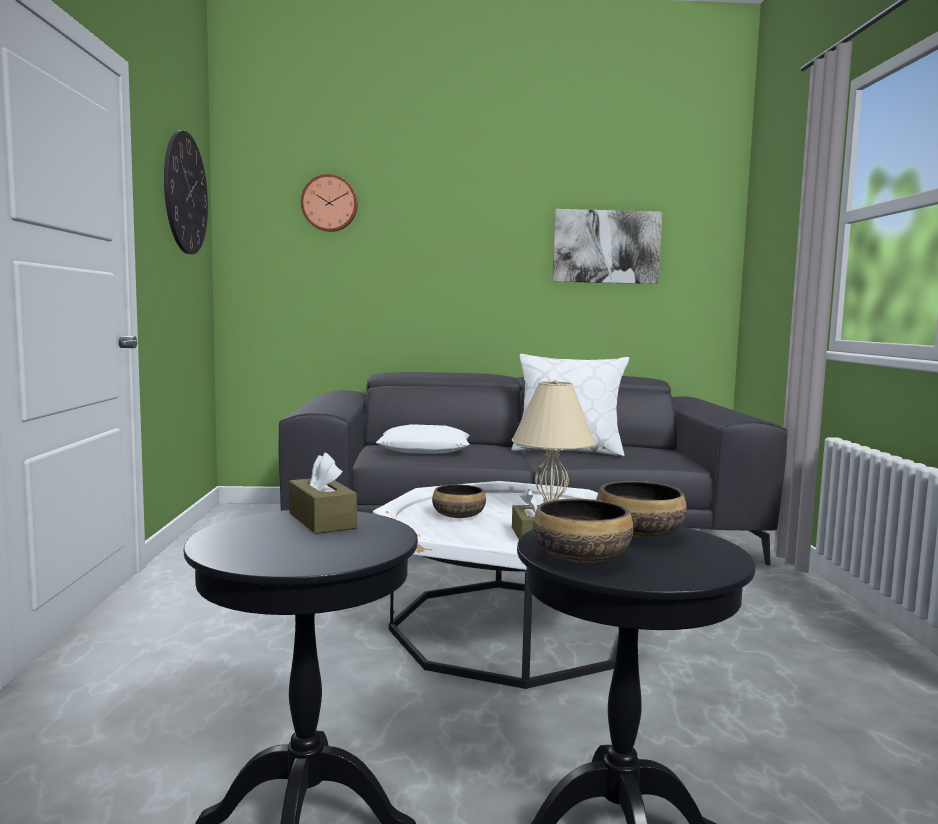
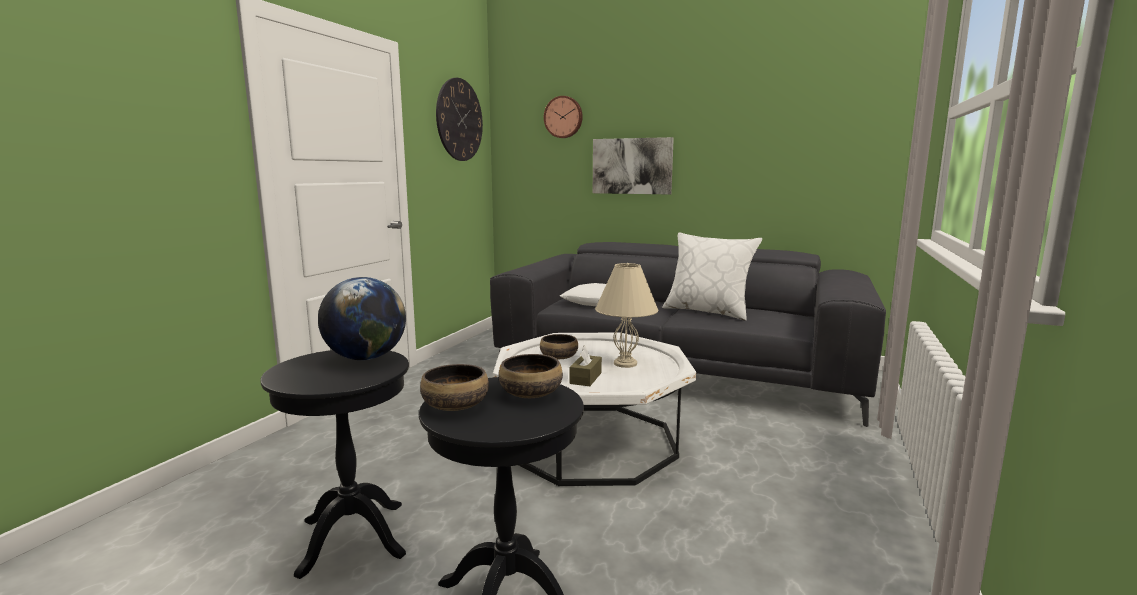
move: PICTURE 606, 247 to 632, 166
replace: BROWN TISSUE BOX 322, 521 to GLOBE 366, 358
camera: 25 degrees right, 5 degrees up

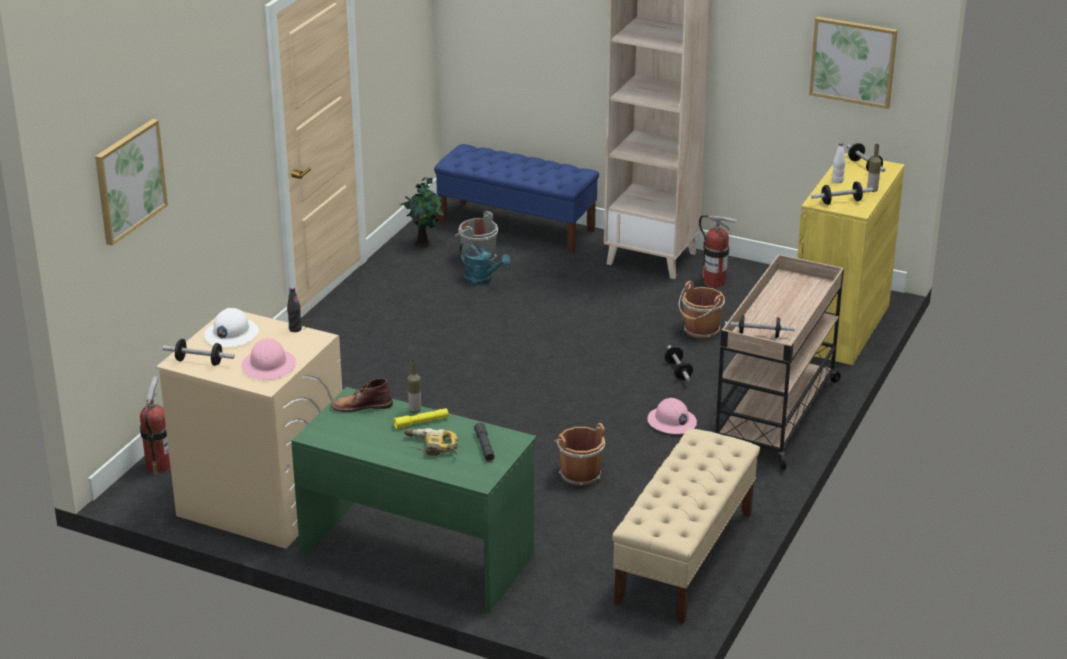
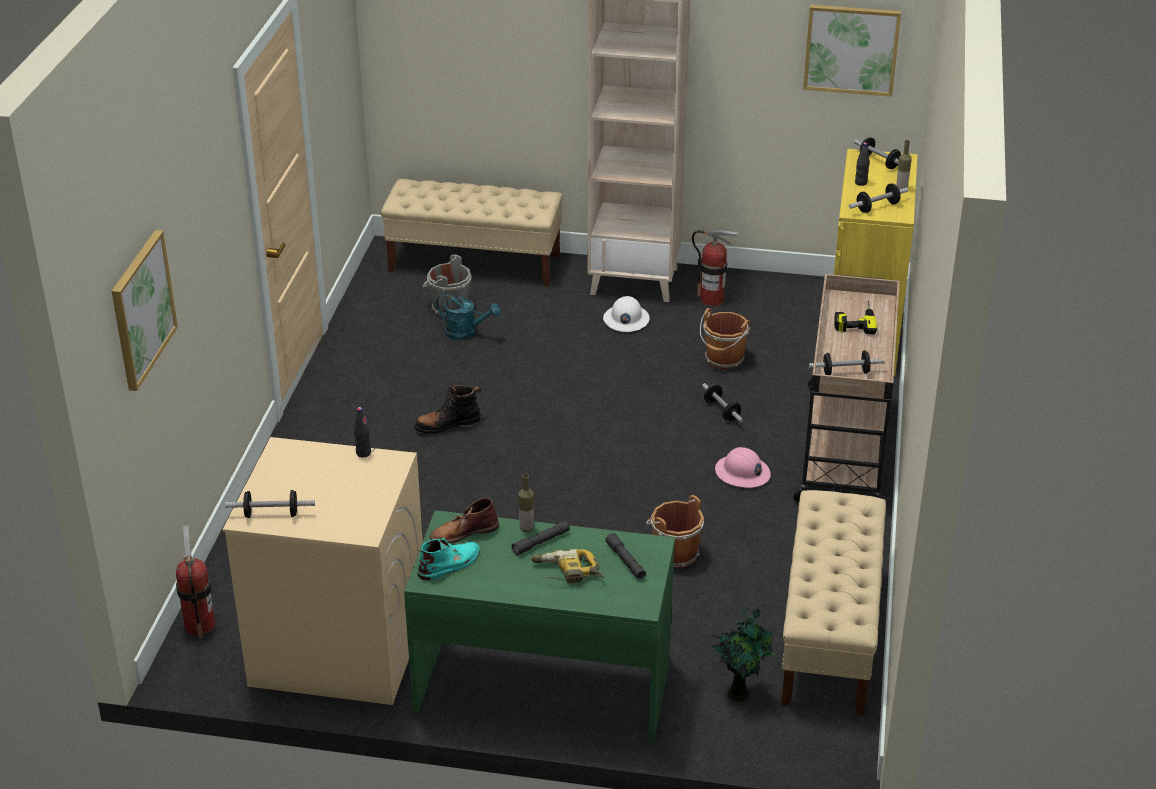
delete: PINK HARD HAT 269, 366
insert: BLACK BOOT 447, 425; TURQUOISE BOOT 450, 564; POWER DRILL 854, 320
move: WHITE HARD HAT 231, 335 to 626, 319; POTTED PLANT 424, 243 to 739, 692
recolor: BLUE BENCH 517, 227 to BEIGE BENCH 475, 263; YELLOW FLASHLIGHT 421, 422 to GREY FLASHLIGHT 541, 542; WHITE BOTTLE 837, 181 to BLACK BOTTLE 861, 183
camera: 15 degrees left, 5 degrees up

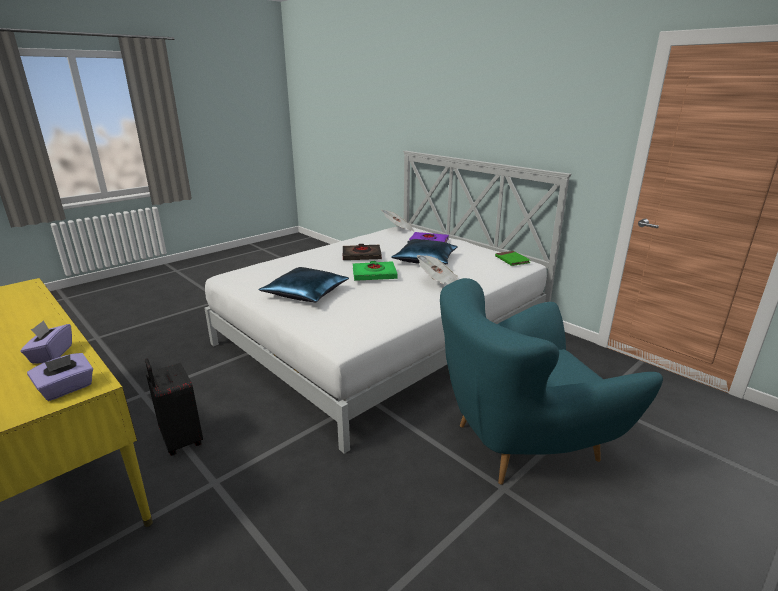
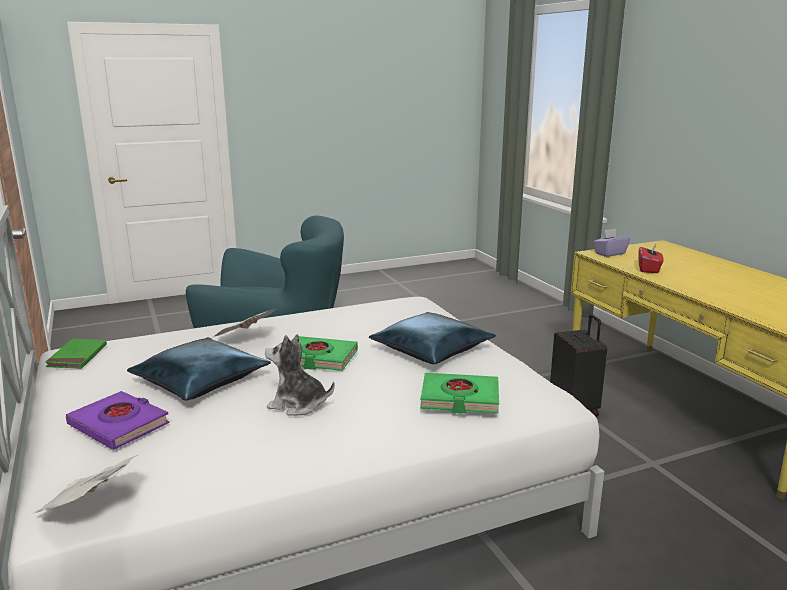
insert: GREEN BOOK 459, 398
replace: BLACK BOOK 361, 255 to PLUSH TOY 298, 404
recolor: PURPLE TISSUE BOX 51, 354 to RED TISSUE BOX 649, 269
camera: 160 degrees left, 5 degrees down

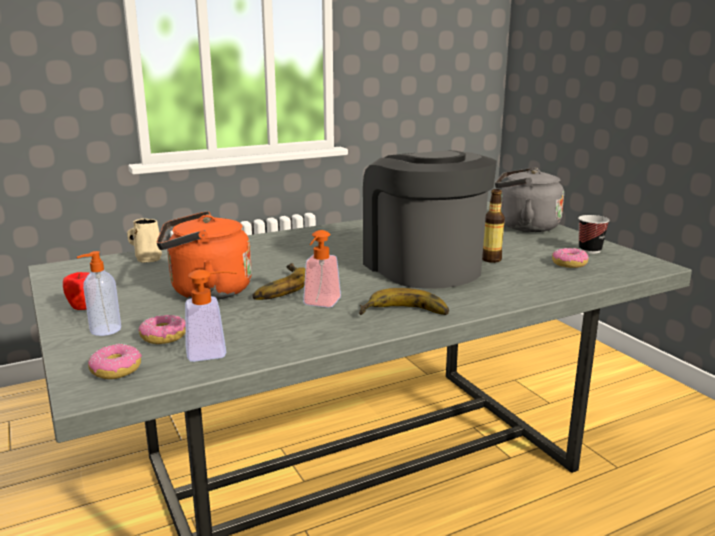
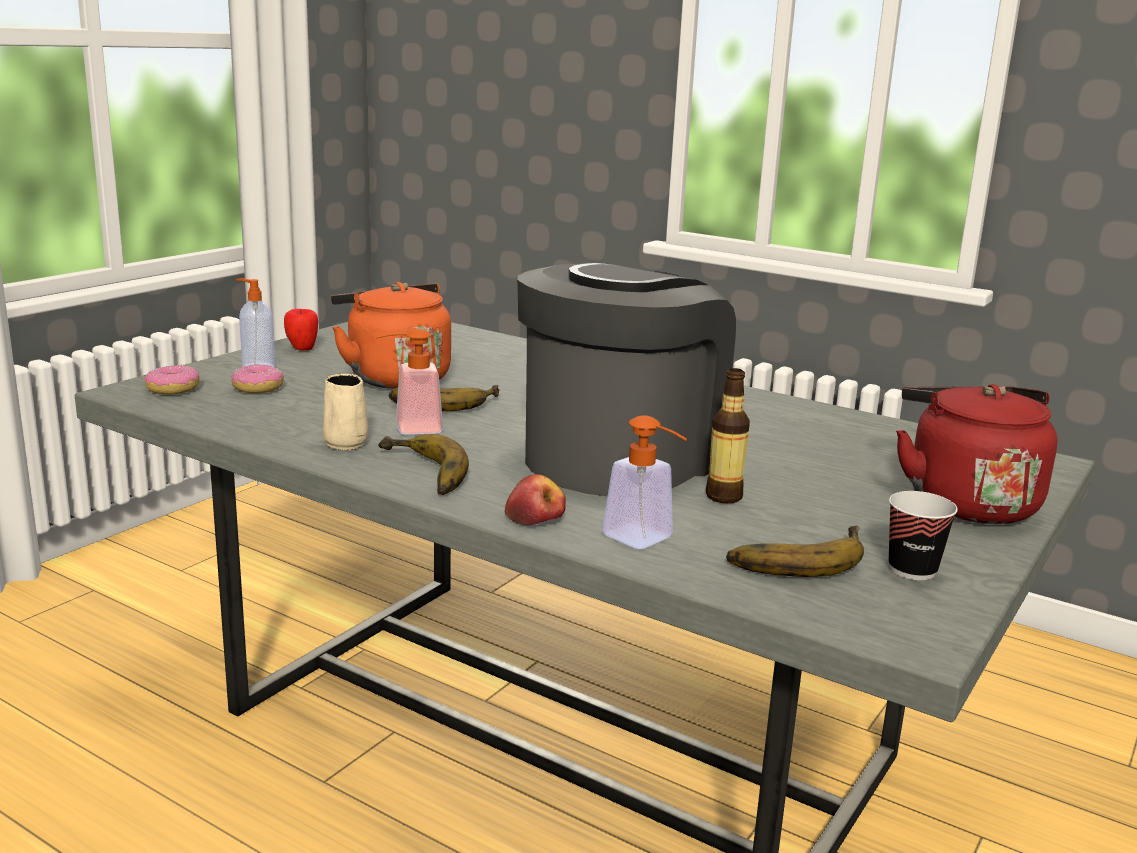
insert: APPLE 535, 516
move: BEIGE MUG 147, 259 to 345, 442; SOAP DISPENSER 214, 352 to 646, 541
replace: DONUT 569, 264 to BANANA 794, 557
recolor: GREY KETTLE 524, 226 to RED KETTLE 966, 502
camera: 60 degrees right, 0 degrees up

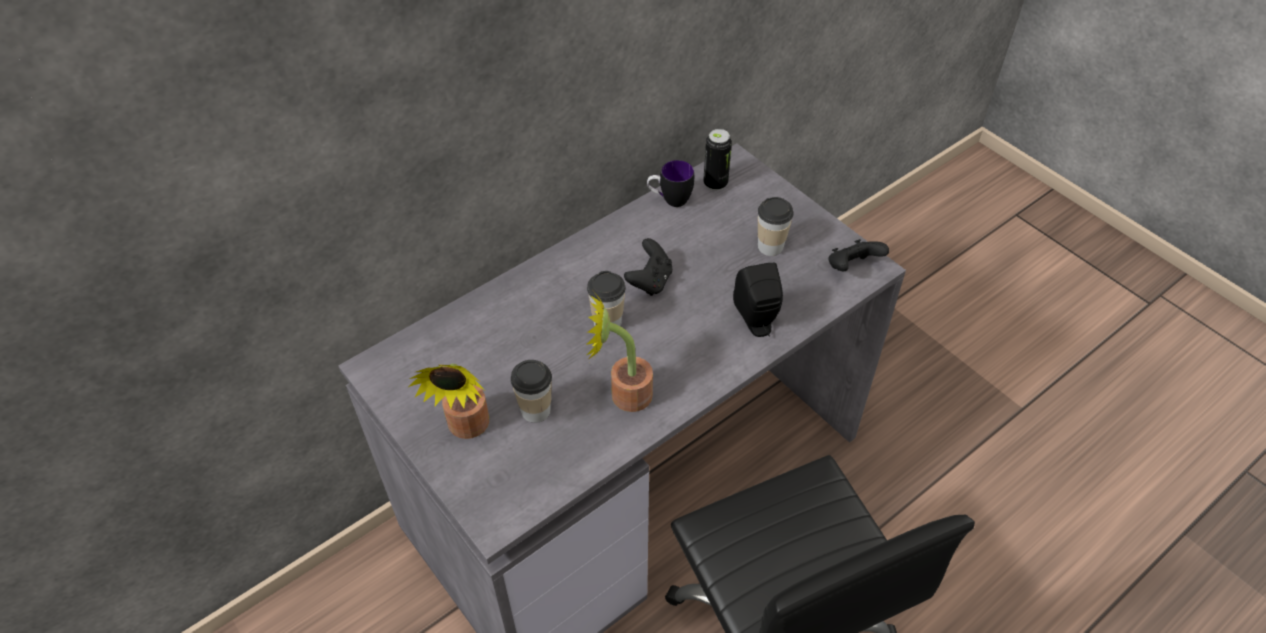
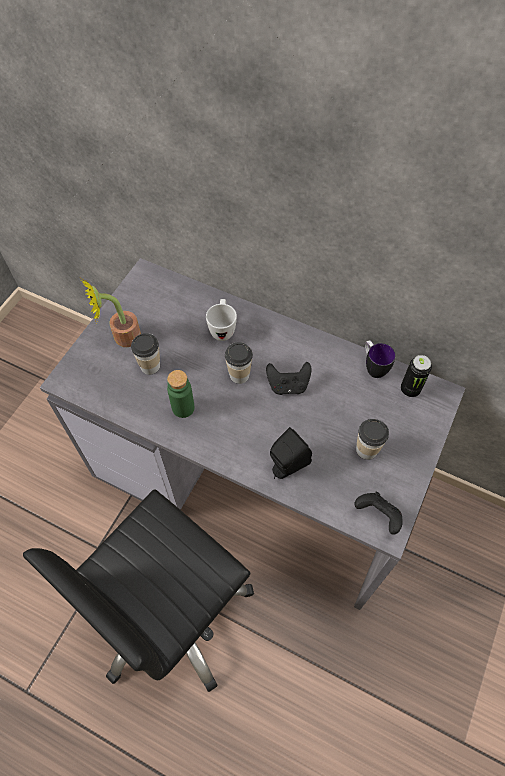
insert: WHITE MUG 222, 329
replace: POTTED PLANT 622, 394 to GREEN BOTTLE 183, 408
camera: 65 degrees right, 10 degrees up

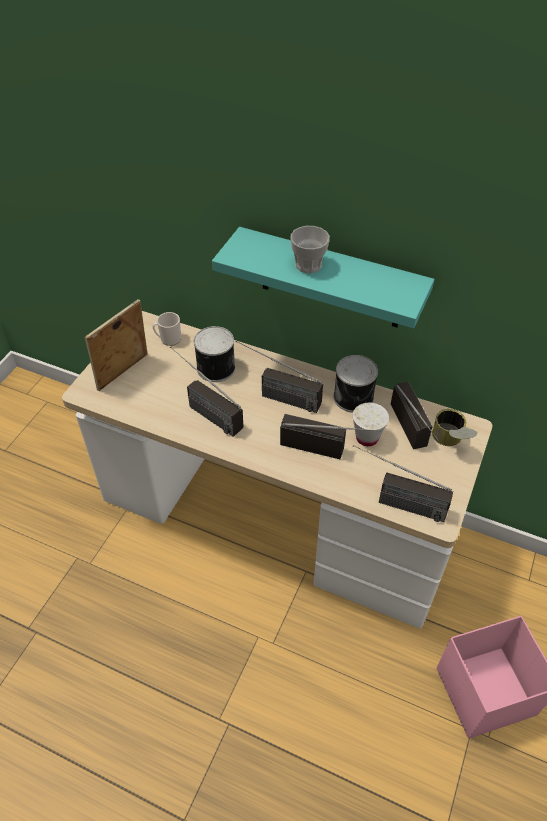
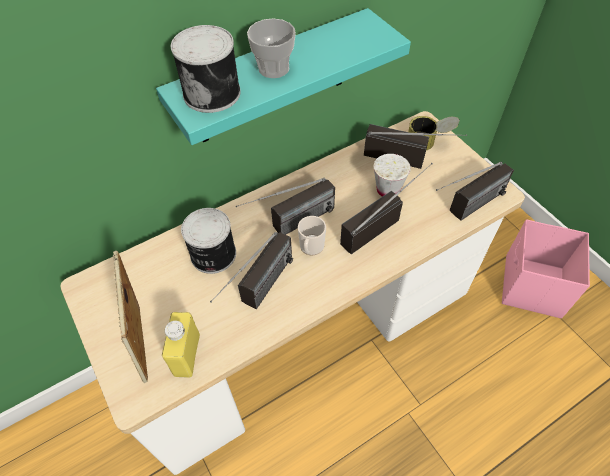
insert: YELLOW BOTTLE 187, 355
move: CAN 354, 397 to 213, 92; MUG 168, 339 to 311, 248
rotate: RADIO 203, 410 = 259, 294 45 degrees counterclockwise
camera: 55 degrees left, 5 degrees up

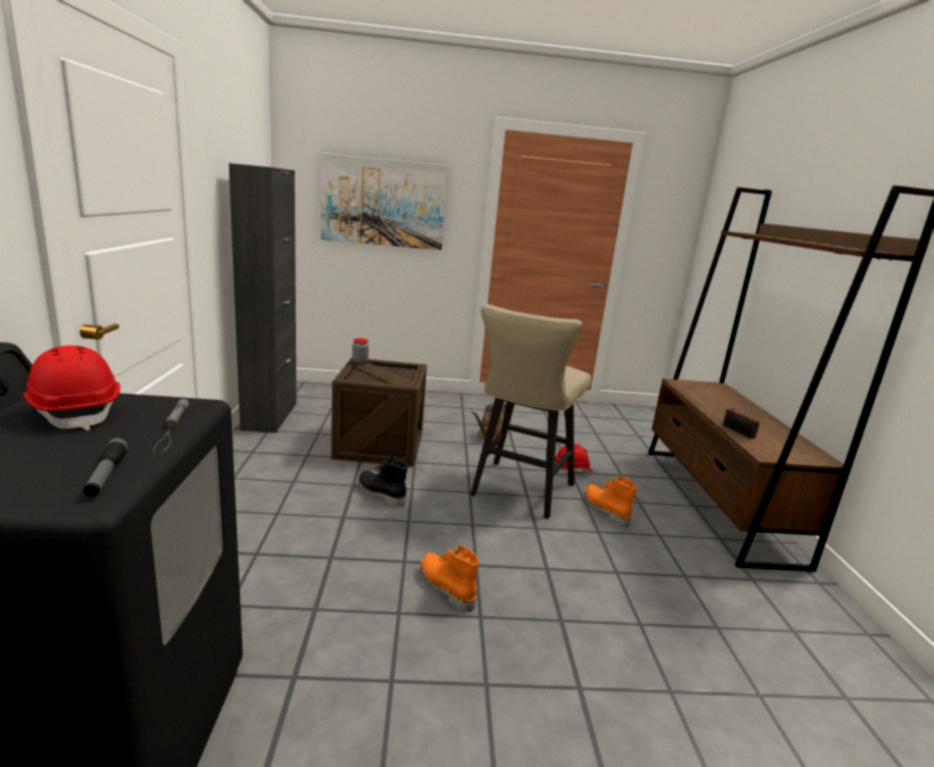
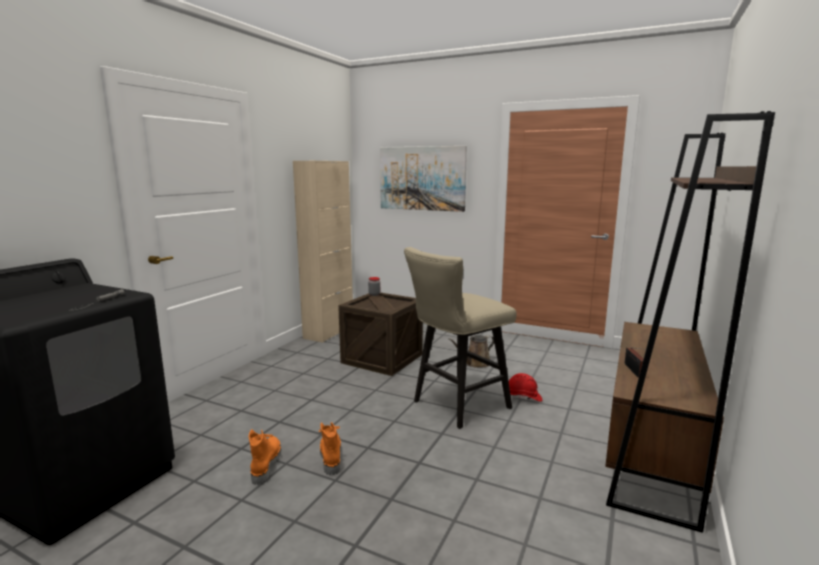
delete: RED HARD HAT 77, 412; FLASHLIGHT 107, 475; BLACK BOOT 380, 494
move: ORANGE BOOT 604, 511 to 265, 465
recolor: BLACK CABINET 270, 416 to BEIGE CABINET 329, 332
camera: 30 degrees right, 5 degrees down

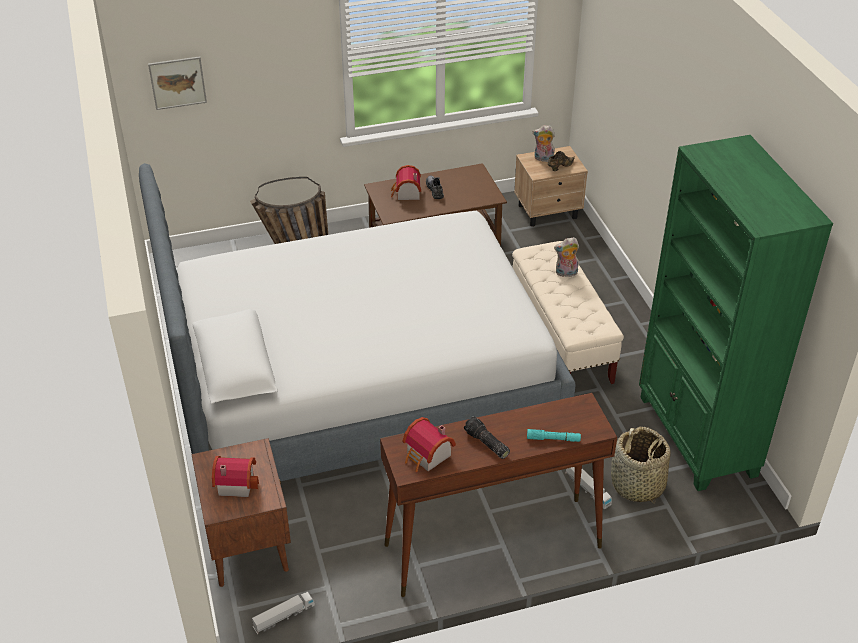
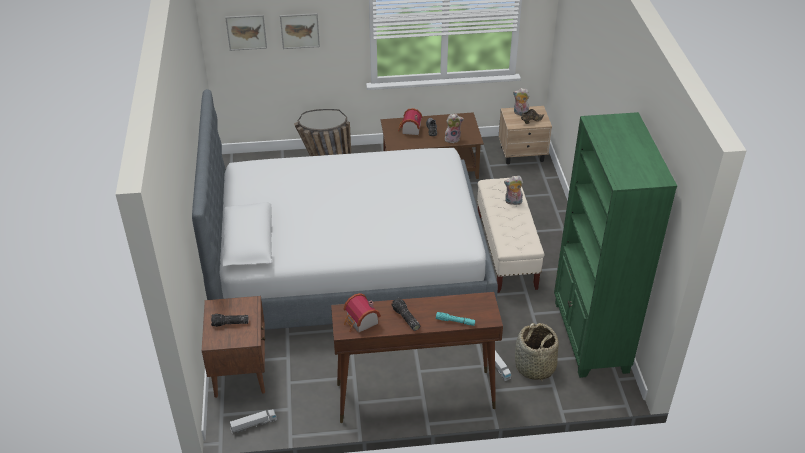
insert: PICTURE 300, 30; PLUSH TOY 452, 139
replace: TOY HOUSE 235, 482 to FLASHLIGHT 230, 324
camera: 10 degrees right, 0 degrees up

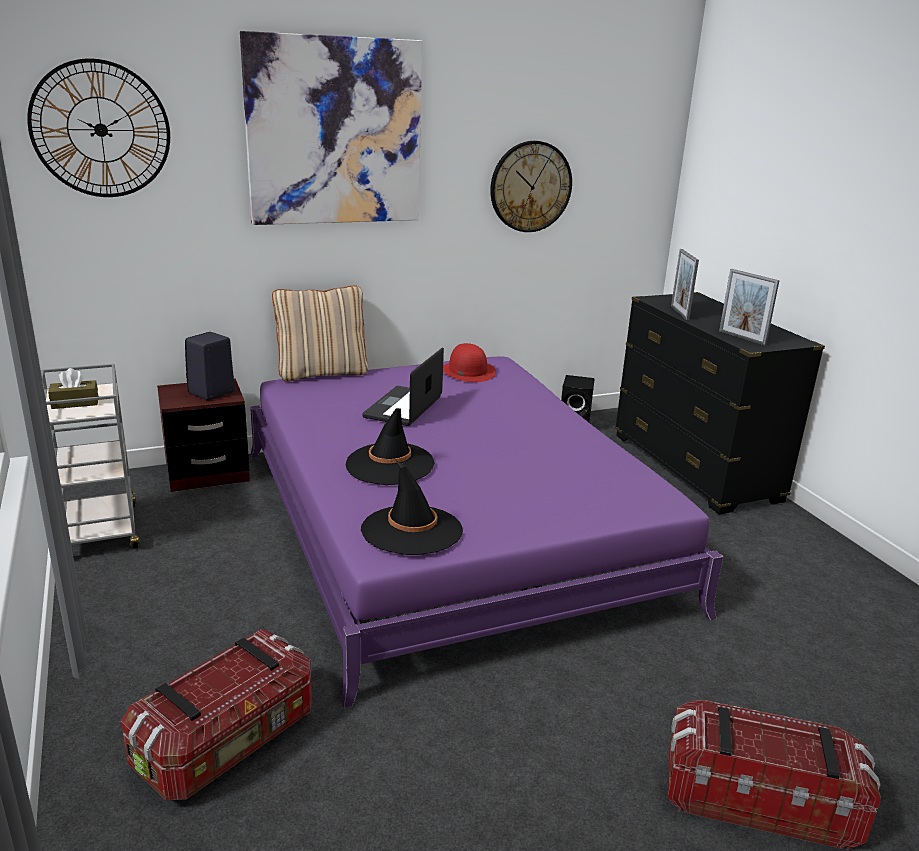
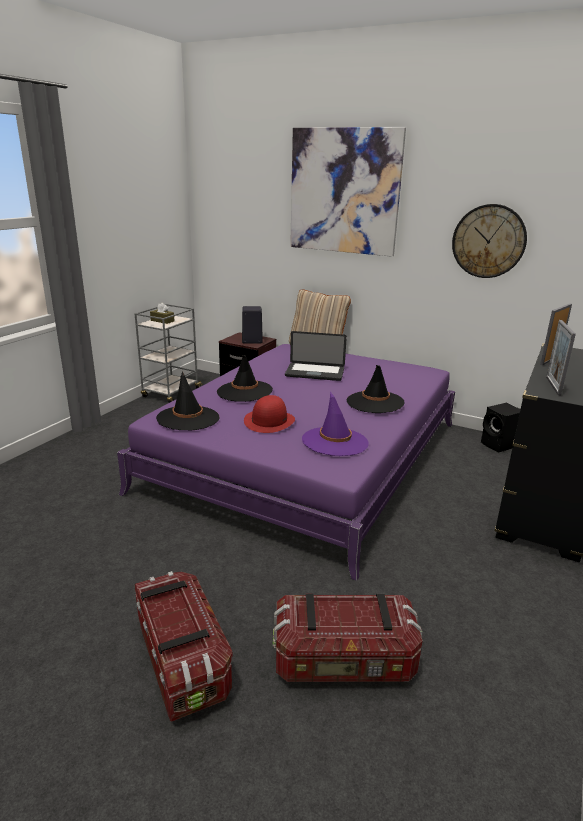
delete: WALL CLOCK 101, 130
insert: PURPLE HAT 335, 442; BLACK HAT 375, 402
move: RED HAT 467, 371 to 269, 421; STORAGE BOX 228, 742 to 344, 662
rotate: LAPTOP 403, 407 = 315, 373 150 degrees counterclockwise
camera: 50 degrees right, 0 degrees up

